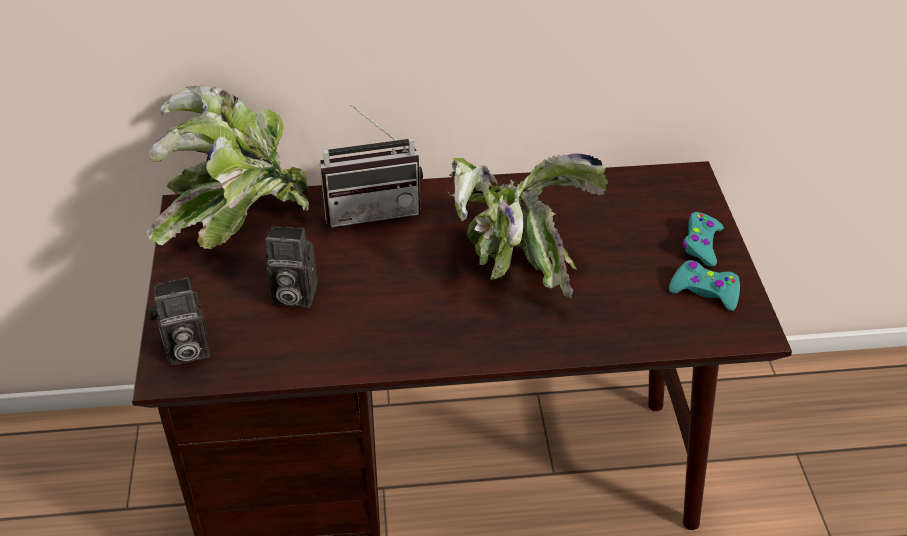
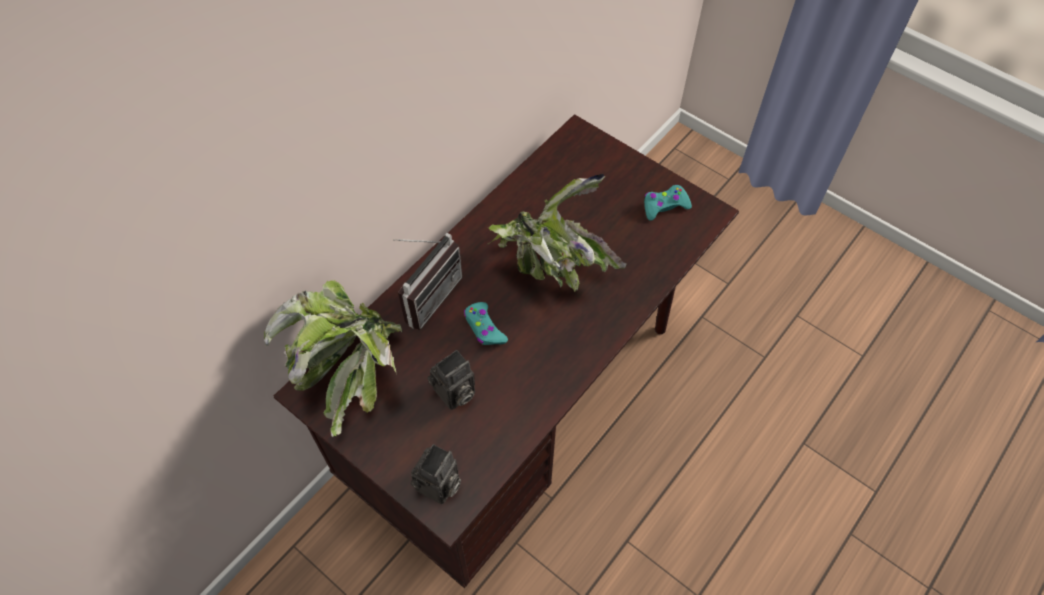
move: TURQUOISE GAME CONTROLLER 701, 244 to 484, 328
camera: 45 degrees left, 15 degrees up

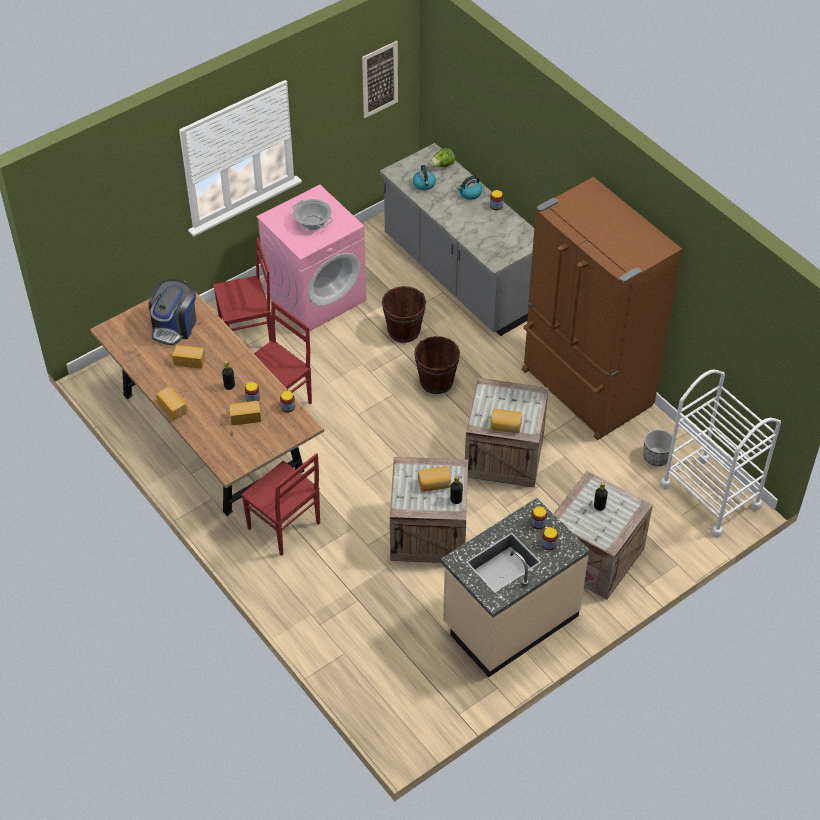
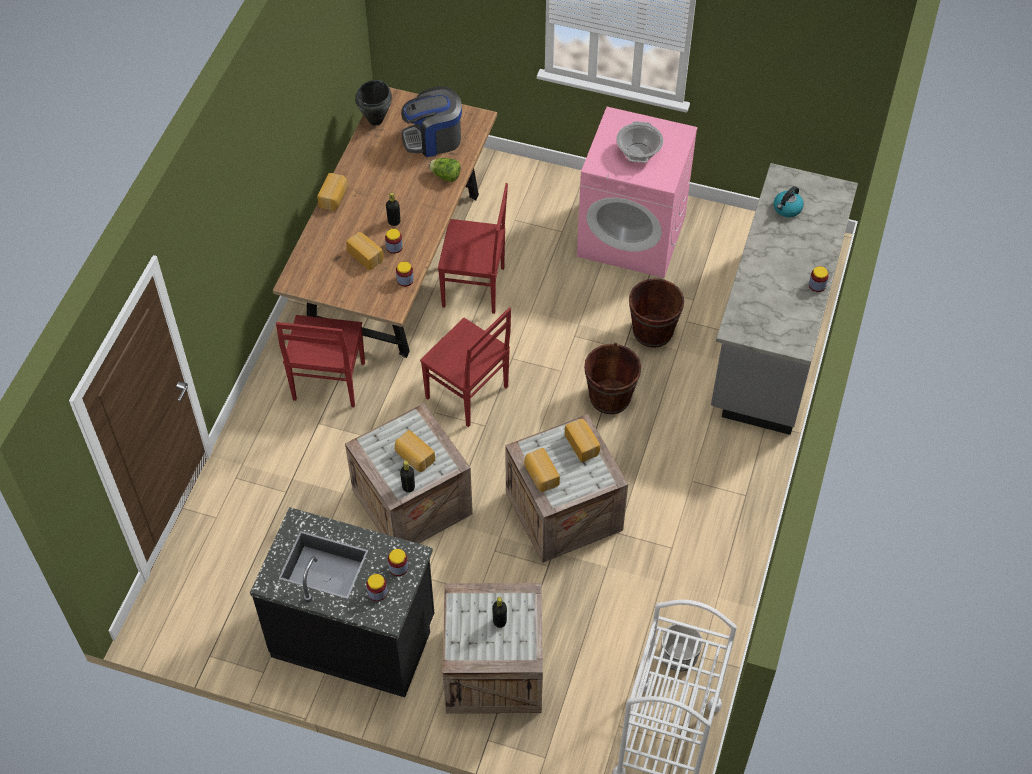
delete: PICTURE 380, 79; KETTLE 470, 193; BROWN FRIDGE 585, 389
insert: BLACK COOKING POT 376, 120
move: RED CHAIR 248, 333 to 468, 394; LETTUCE 442, 165 to 445, 176; BREAD 190, 360 to 583, 444
recolor: BEIGE COUNTER 509, 620 to BLACK COUNTER 354, 636
camera: 55 degrees right, 5 degrees up

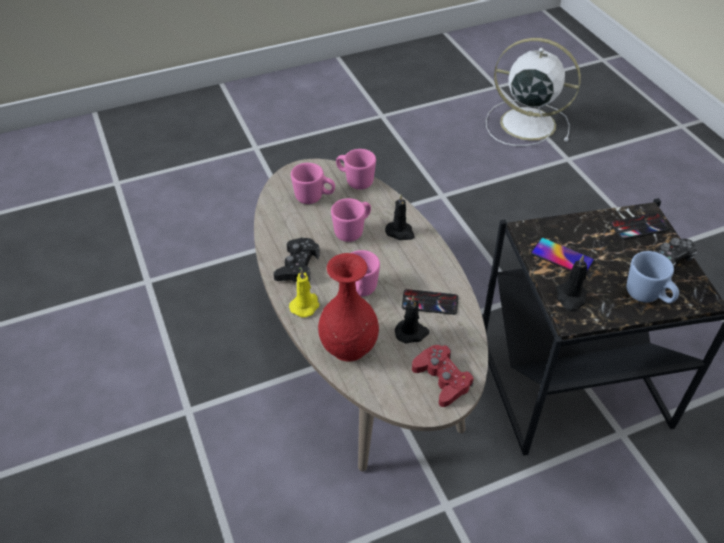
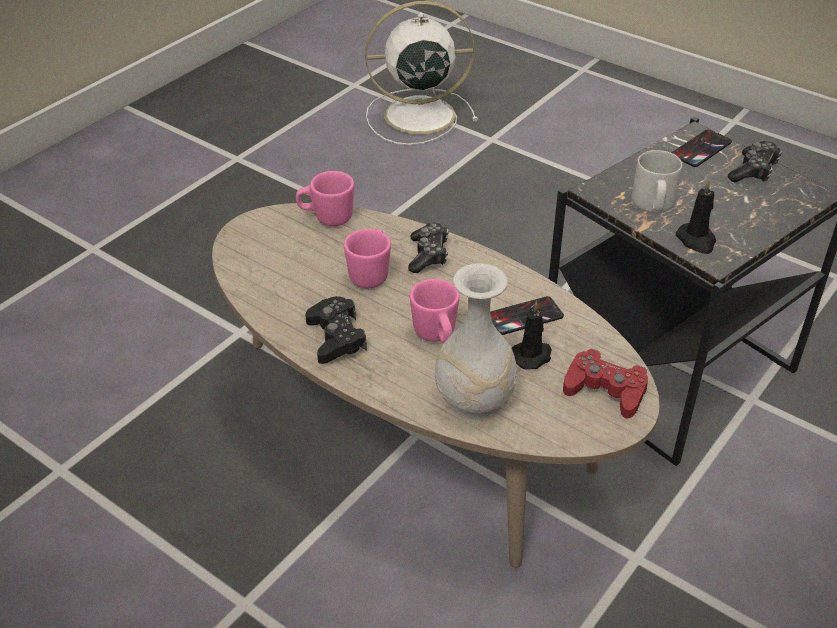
delete: YELLOW CANDLE 305, 305; PINK MUG 314, 198; BLUE MUG 647, 296
replace: BLACK CANDLE 400, 232 to GAME CONTROLLER 428, 255; PHONE 562, 257 to GREY MUG 653, 205
recolor: RED VASE 348, 347 to WHITE VASE 473, 401
camera: 30 degrees left, 5 degrees down

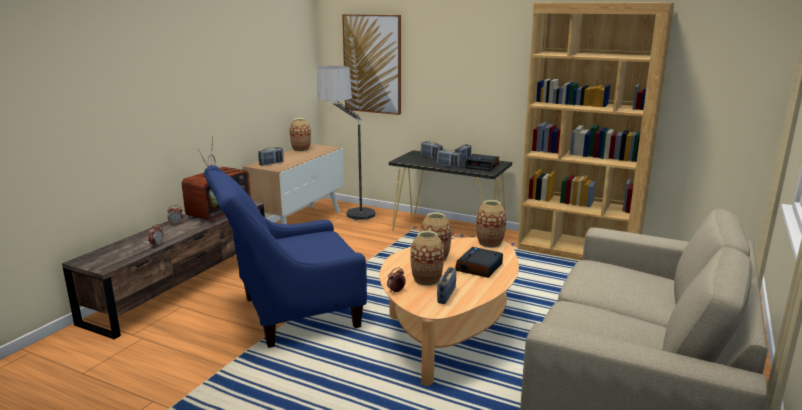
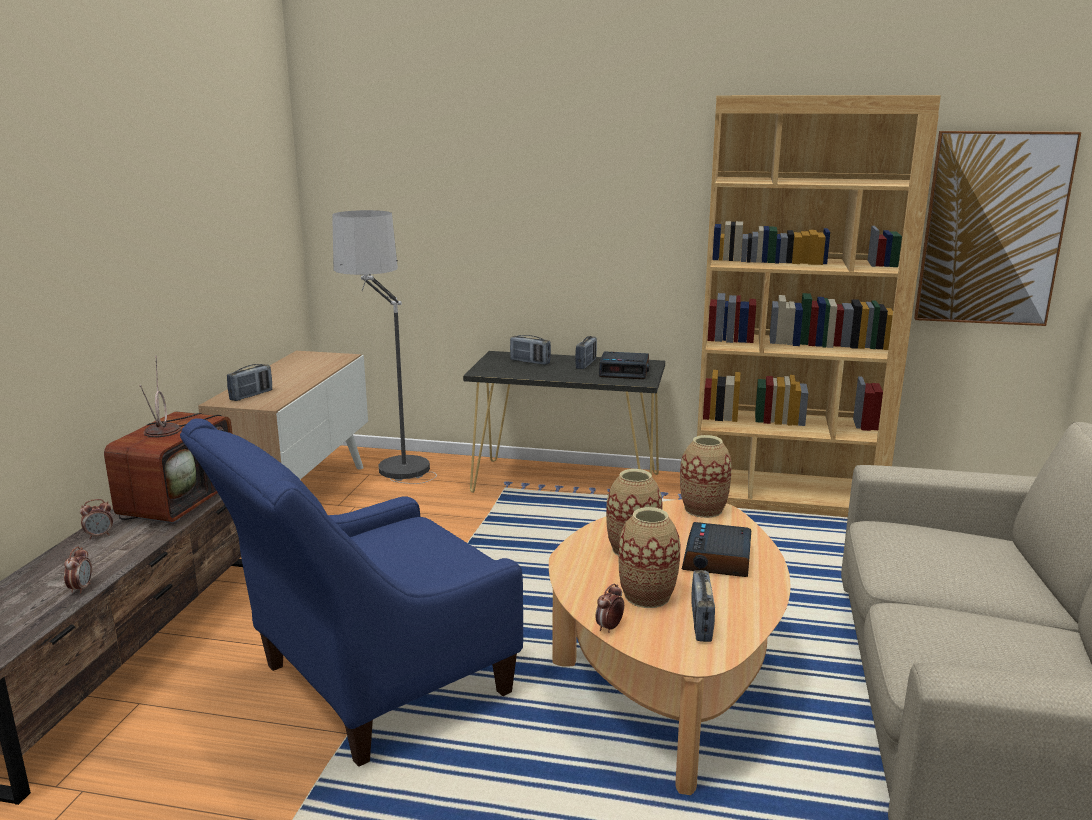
delete: VASE 301, 149; RADIO 448, 166
move: PICTURE 372, 64 to 992, 229
camera: 15 degrees left, 0 degrees up

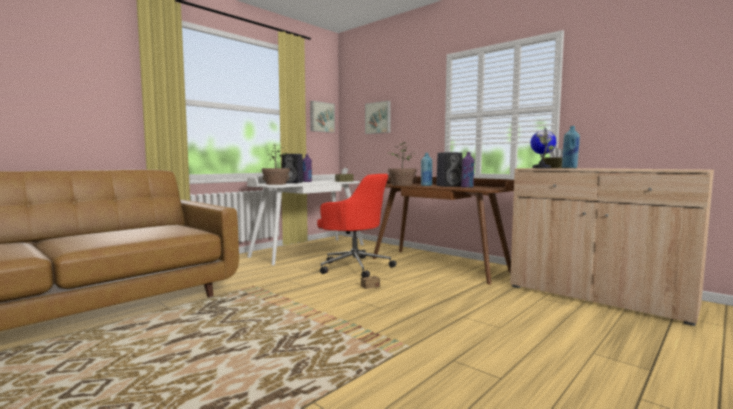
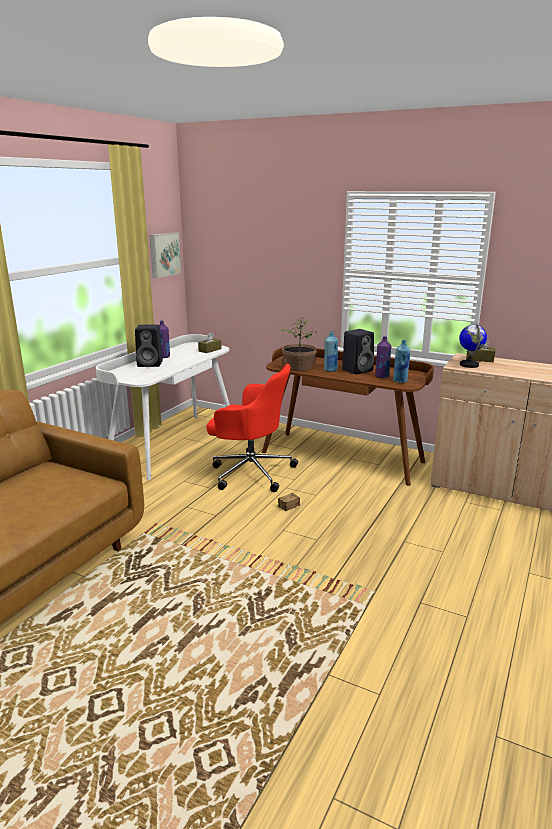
delete: POTTED PLANT 275, 184; PICTURE 378, 118
move: BLUE BOTTLE 569, 168 to 400, 381
camera: 15 degrees left, 15 degrees up

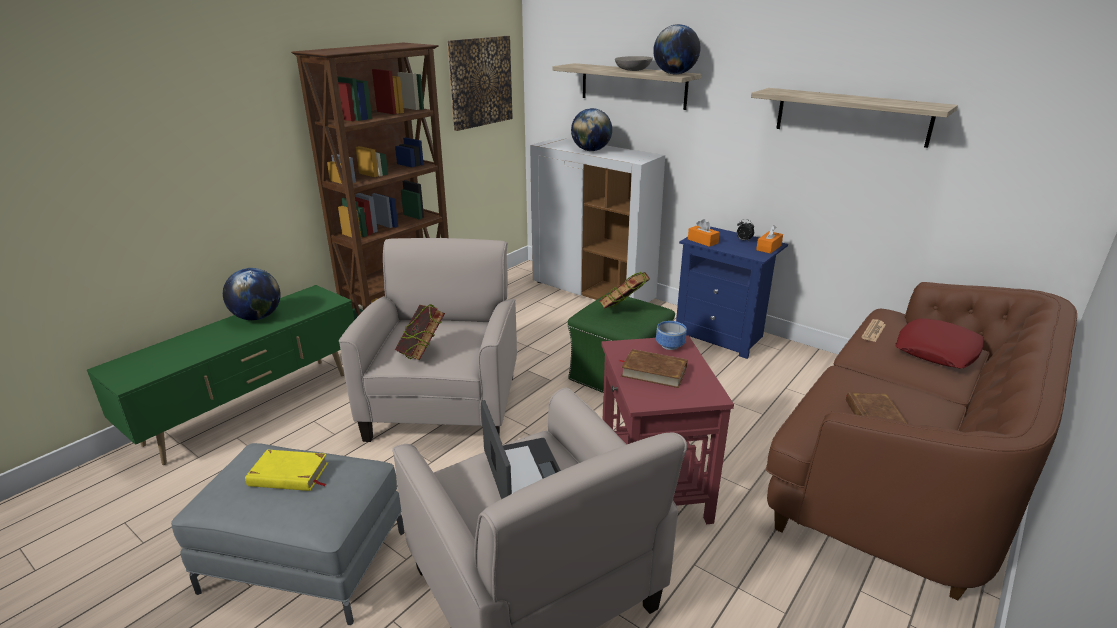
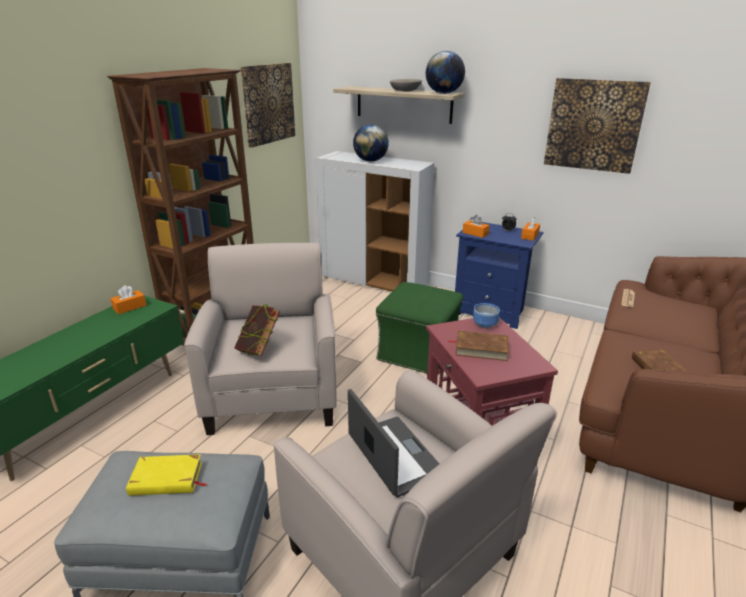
delete: GLOBE 257, 317; BOOK 623, 310; RED PILLOW 937, 350
insert: ORANGE TISSUE BOX 129, 307
replace: SHELF 851, 116 to PICTURE 594, 125
camera: 10 degrees left, 0 degrees up

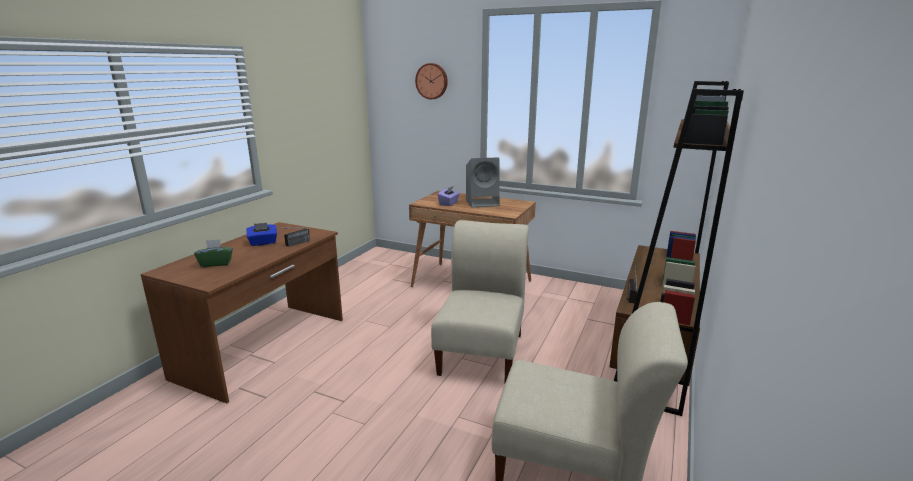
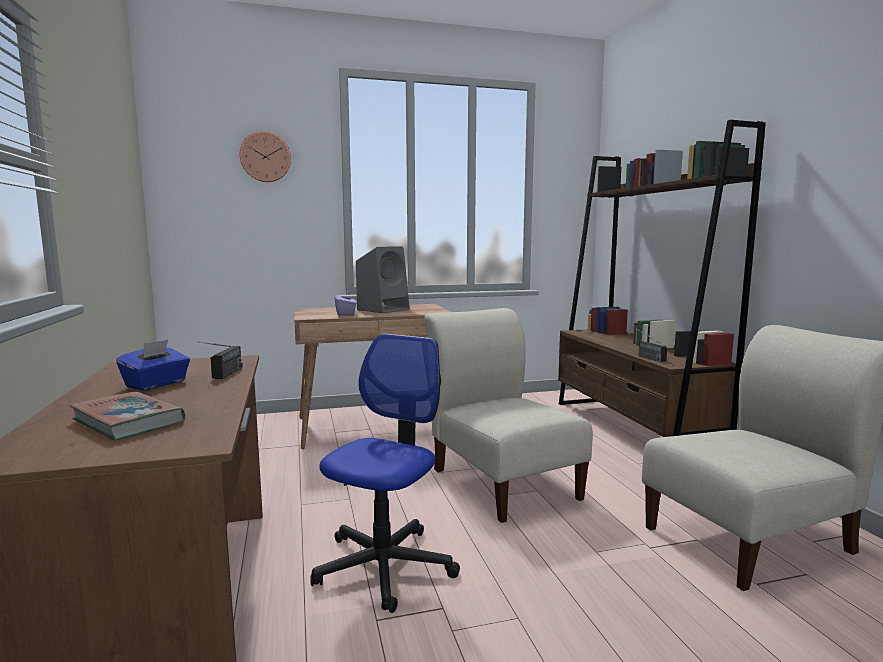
insert: OFFICE CHAIR 384, 566
replace: GREEN TISSUE BOX 216, 263 to BOOK 128, 421
camera: 40 degrees left, 10 degrees down

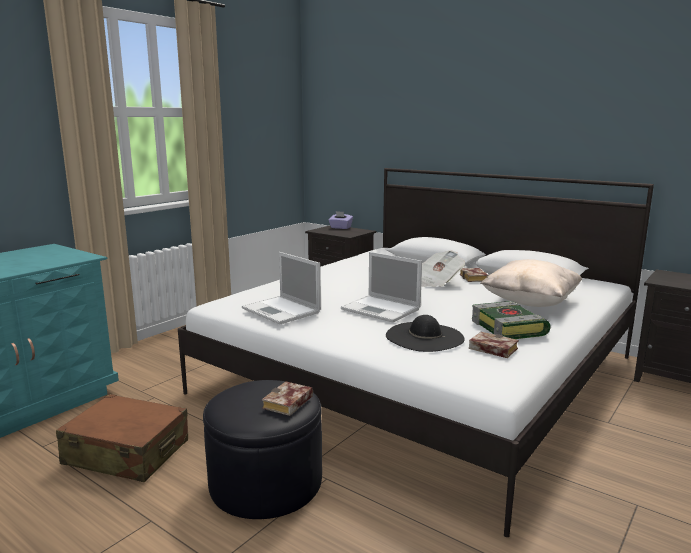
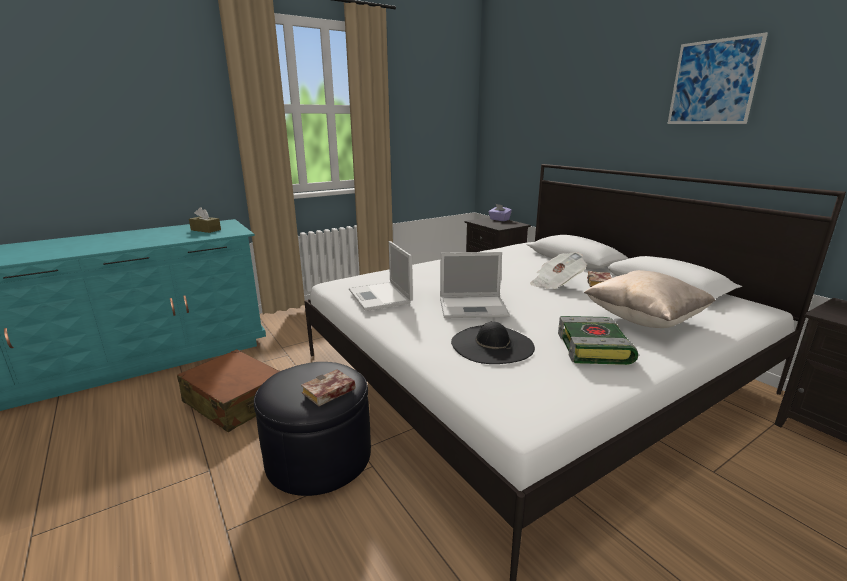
delete: BOOK 490, 349
insert: BROWN TISSUE BOX 206, 230; PICTURE 713, 82
rotate: LAPTOP 382, 309 = 474, 307 60 degrees counterclockwise
camera: 20 degrees right, 5 degrees up

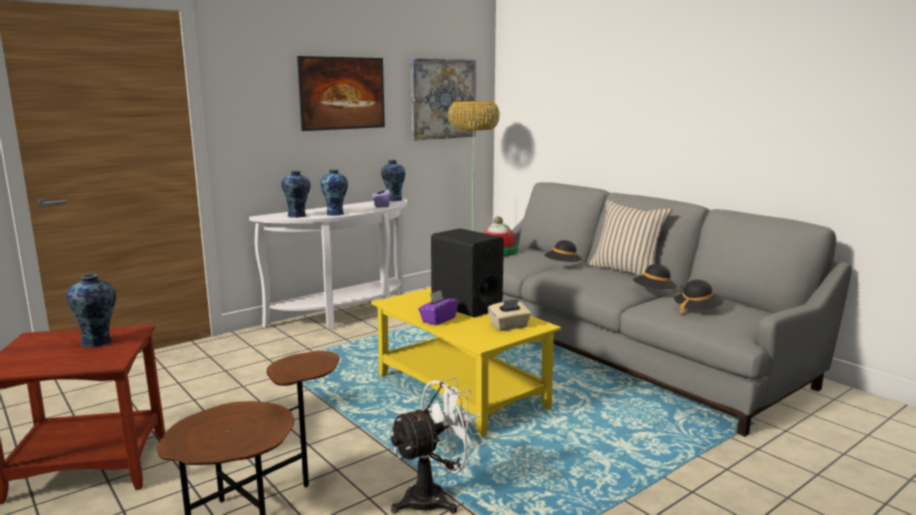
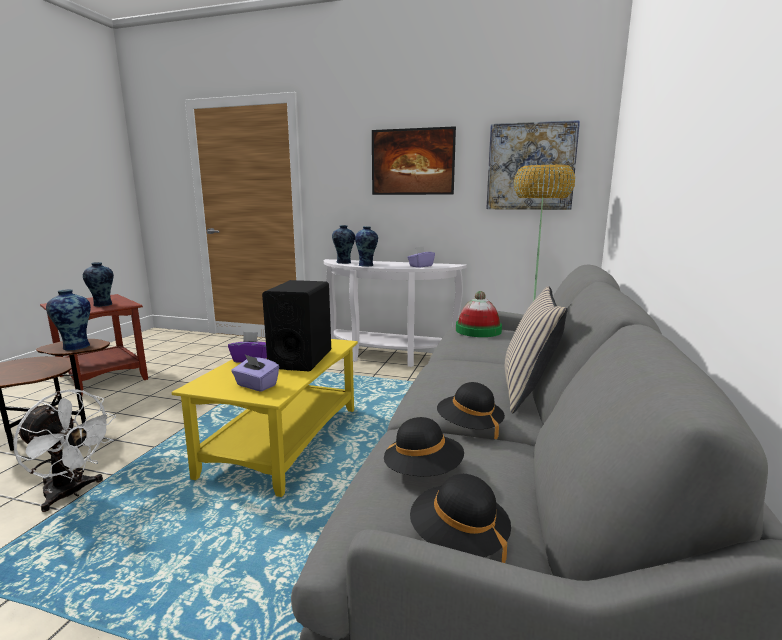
move: VASE 393, 200 to 75, 346; BLACK HAT 562, 266 to 458, 540
recolor: BEIGE TISSUE BOX 509, 326 to PURPLE TISSUE BOX 256, 385
camera: 55 degrees right, 0 degrees up

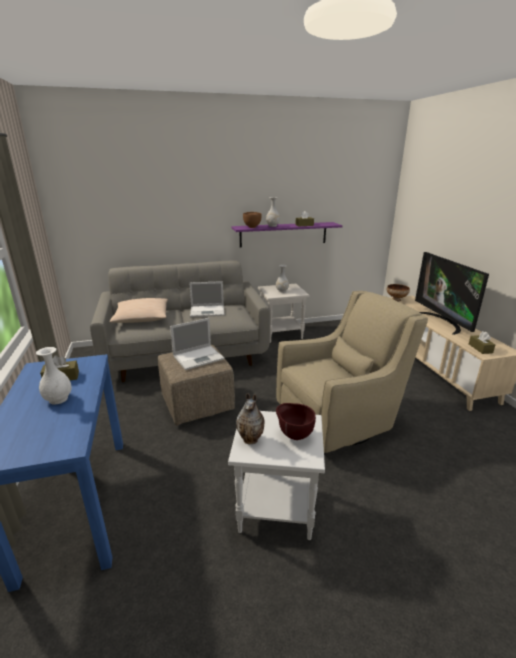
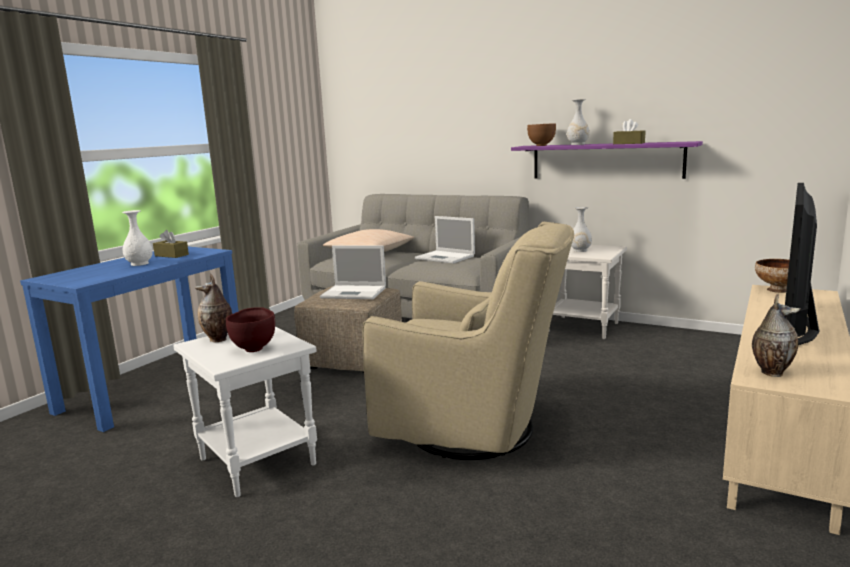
replace: BROWN TISSUE BOX 480, 348 to VASE 771, 372
camera: 45 degrees right, 10 degrees down

